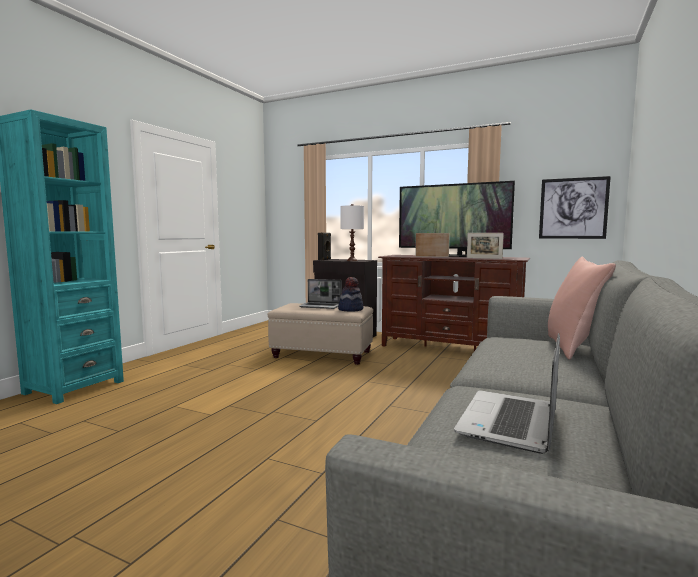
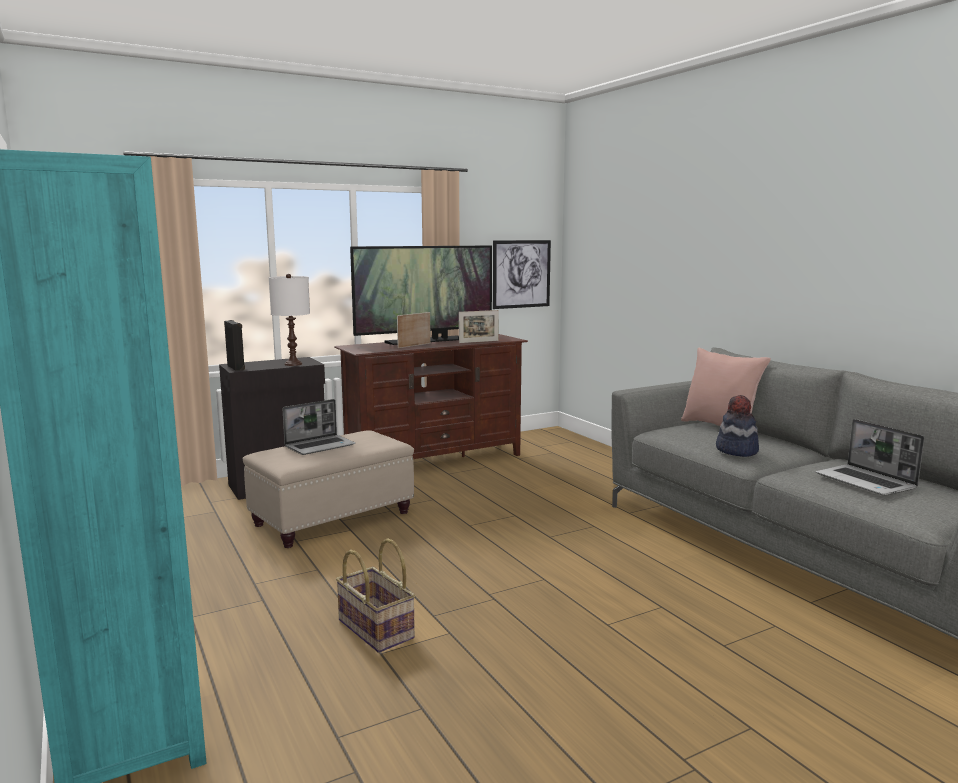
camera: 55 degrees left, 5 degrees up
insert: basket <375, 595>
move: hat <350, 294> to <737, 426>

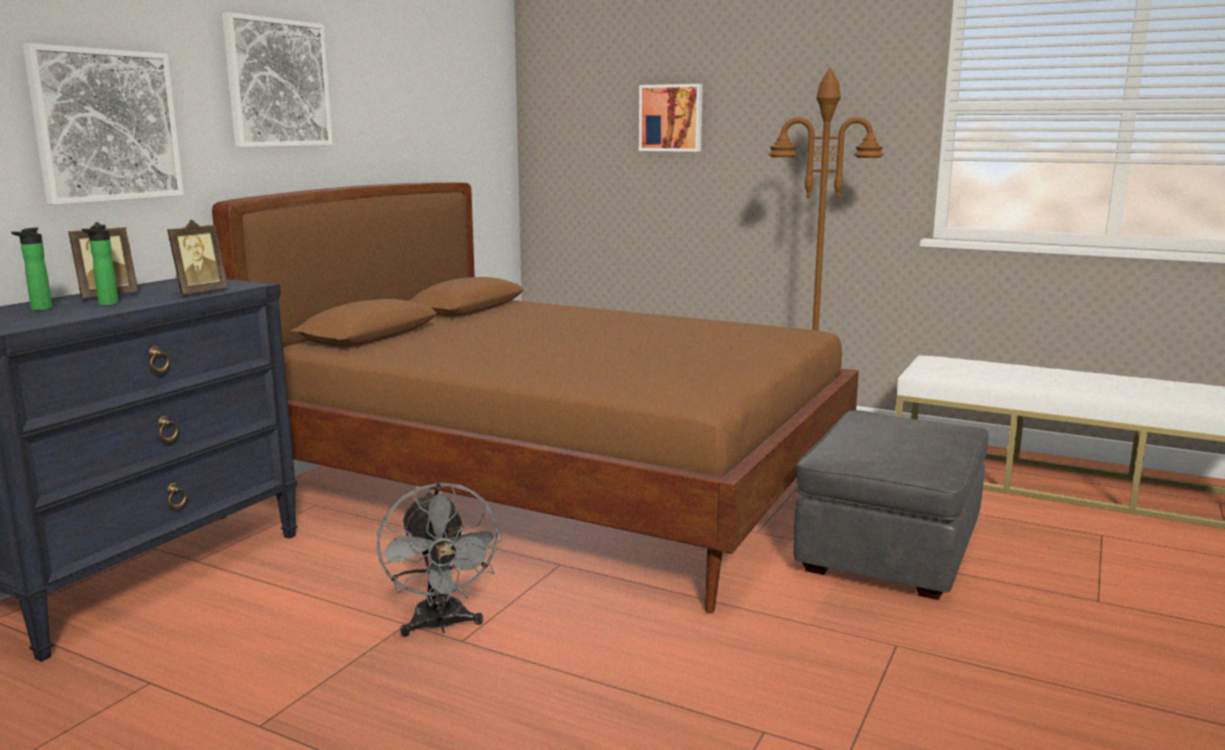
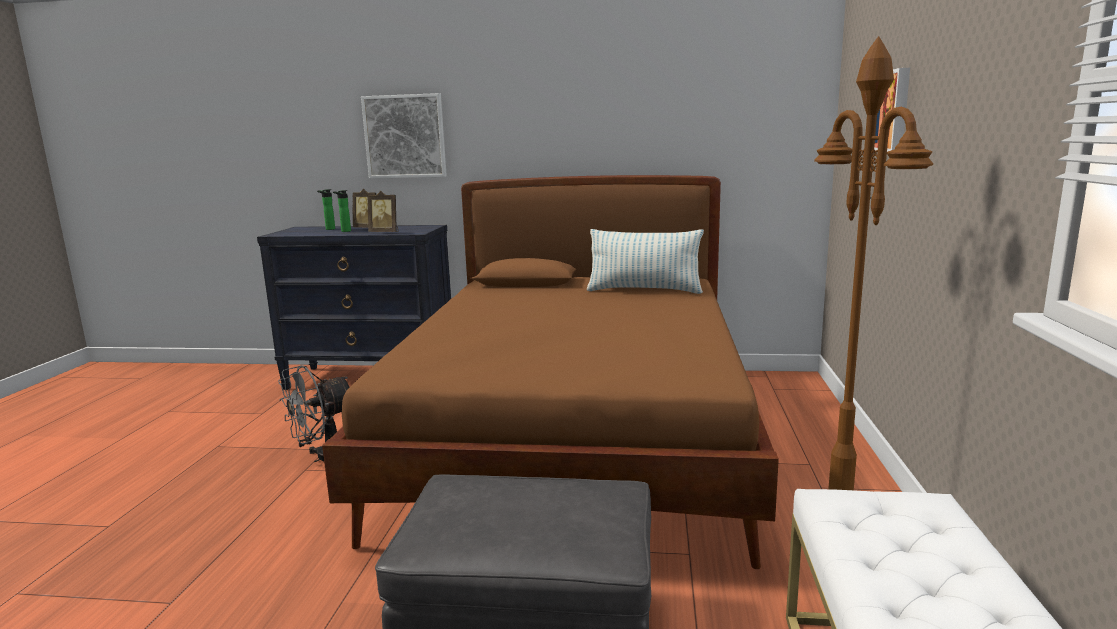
camera: 70 degrees right, 0 degrees up
delete: picture <277, 79>
insert: pillow <645, 261>

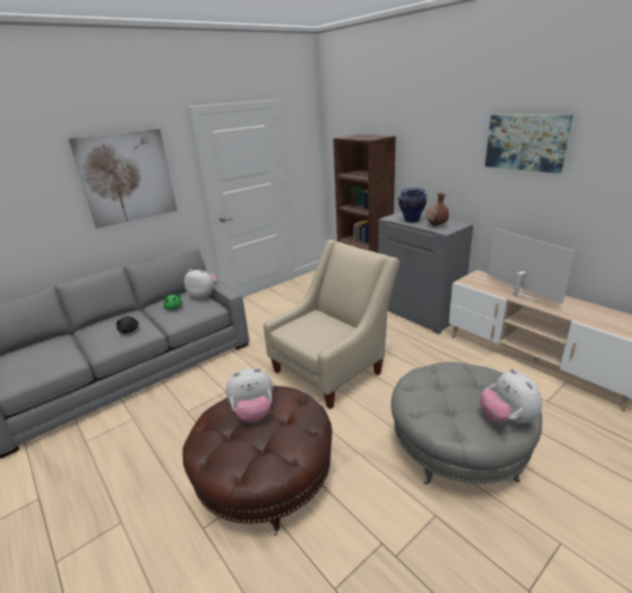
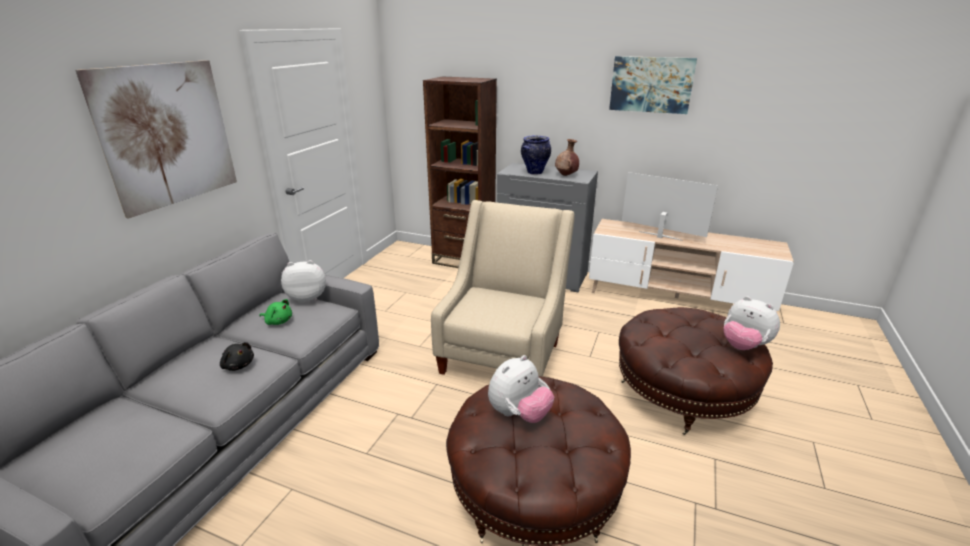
camera: 30 degrees left, 0 degrees up
recolor: grey ottoman <466, 423> to brown ottoman <696, 371>

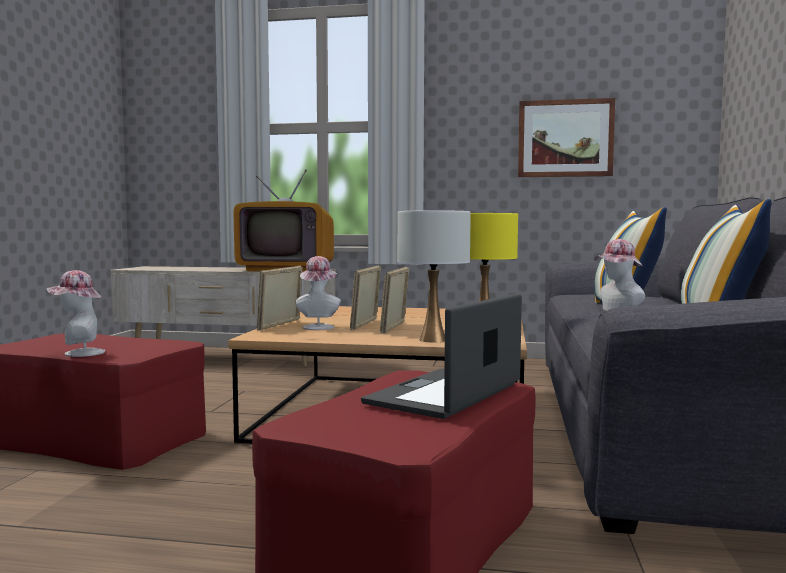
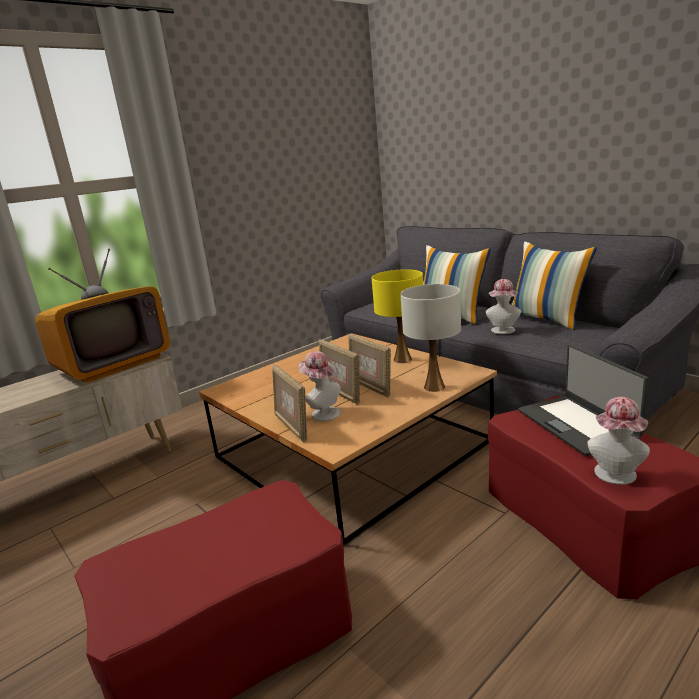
camera: 50 degrees left, 15 degrees up
delete: picture <566, 137>
move: hat <75, 313> to <619, 441>

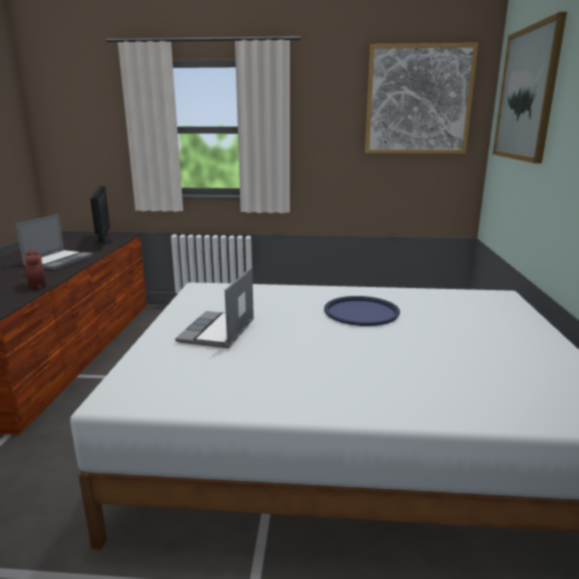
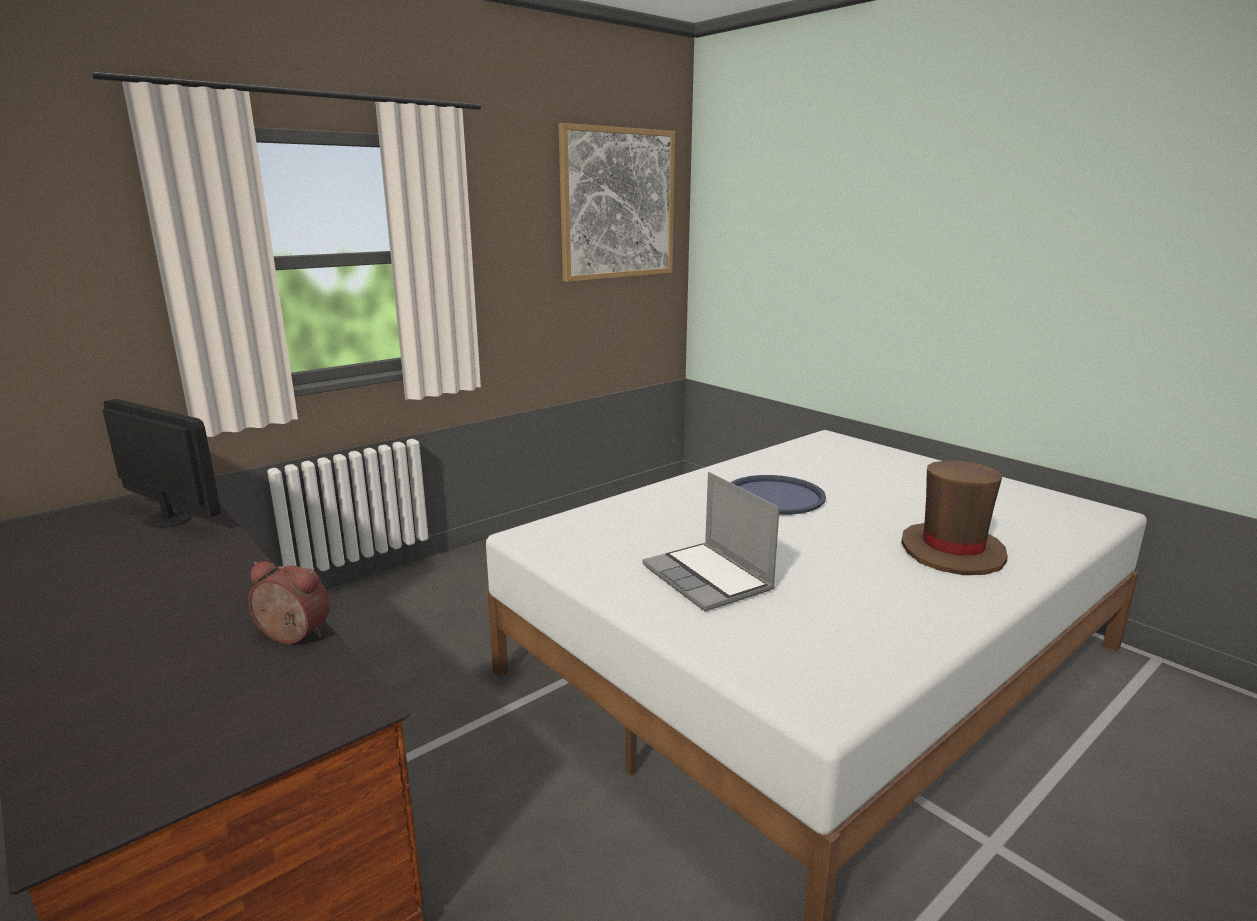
camera: 45 degrees left, 0 degrees up
delete: laptop <54, 242>; picture <530, 88>
insert: brown hat <954, 518>

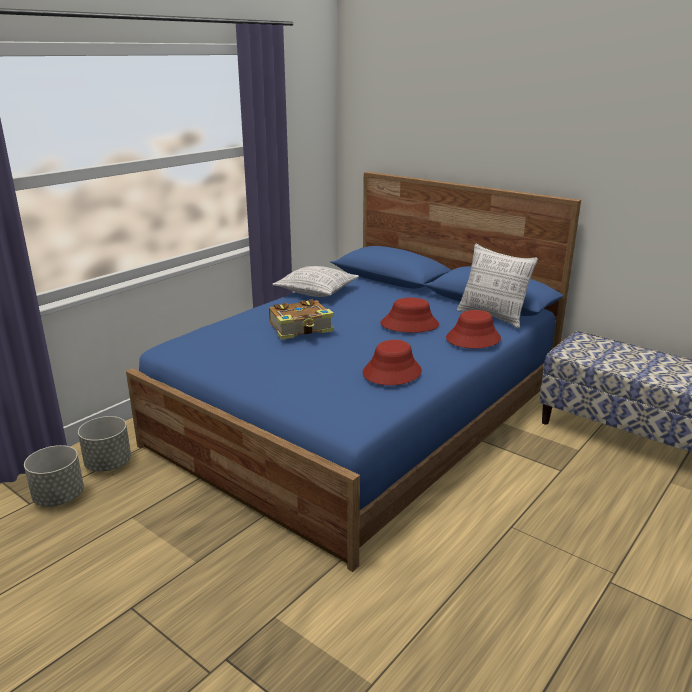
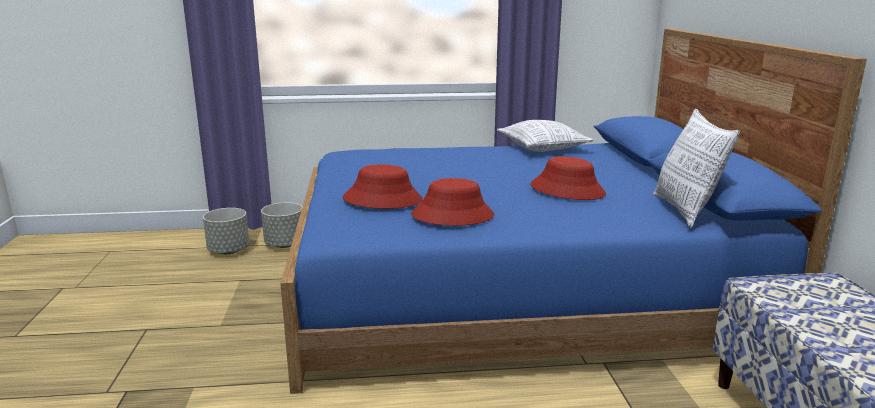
camera: 45 degrees right, 5 degrees down
delete: book <301, 319>
move: red hat <473, 329> to <383, 186>

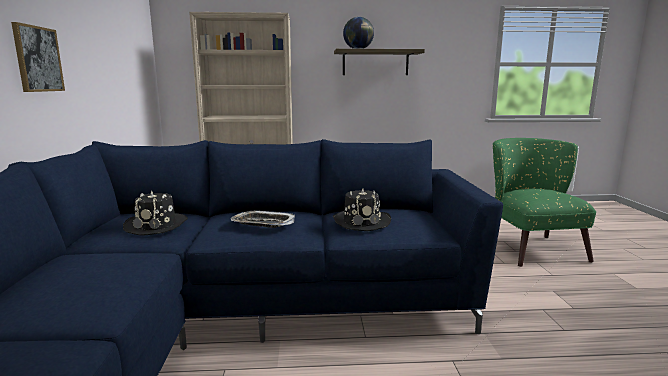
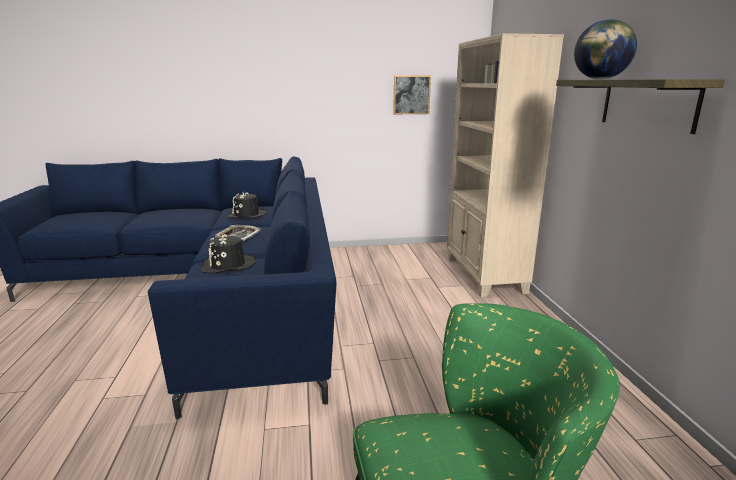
camera: 85 degrees right, 5 degrees up
move: picture <38, 57> to <412, 95>

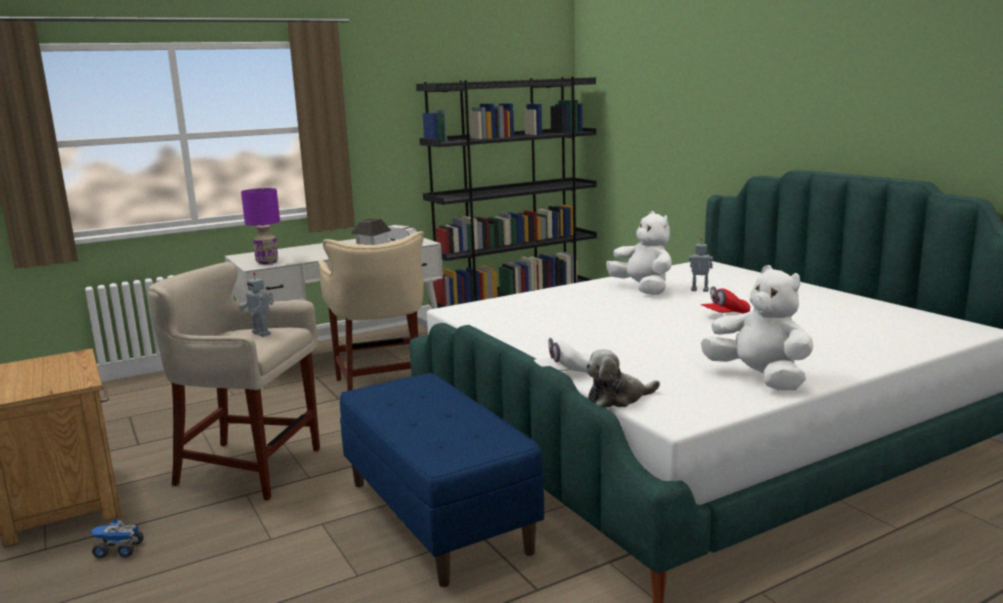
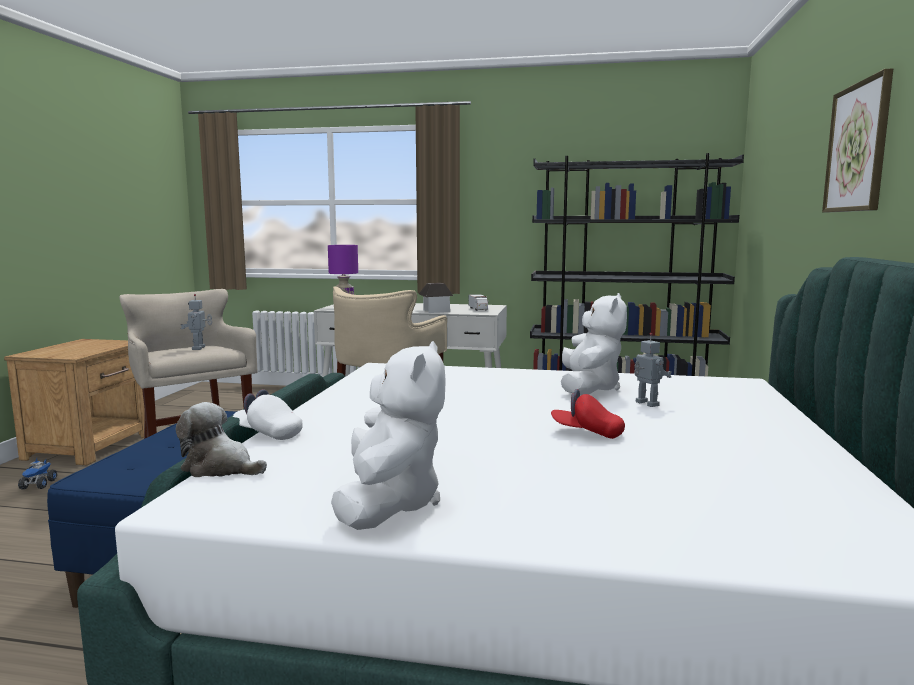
camera: 40 degrees right, 5 degrees down
insert: picture <857, 140>
rotate: toy truck <117, 538> = <37, 474> 135 degrees counterclockwise

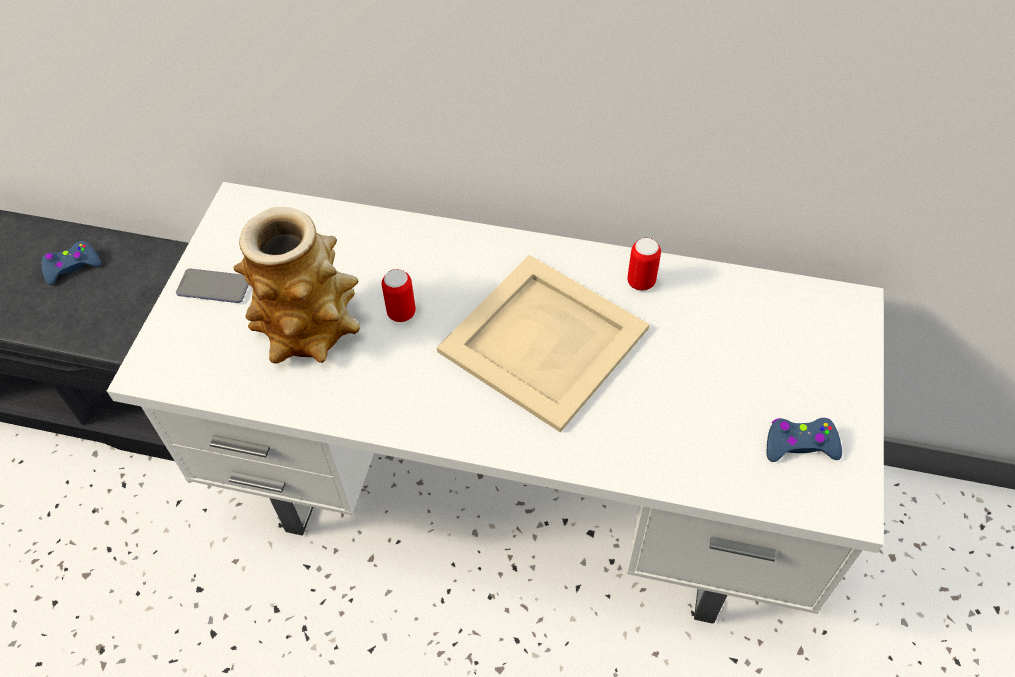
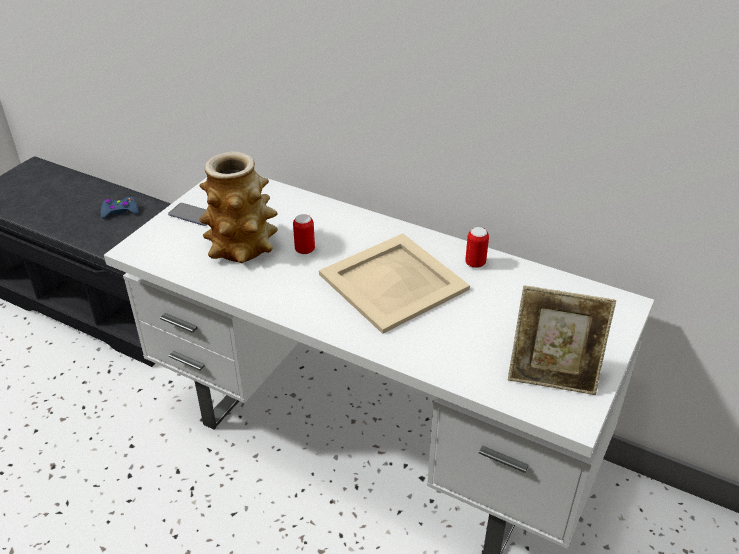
camera: 15 degrees right, 15 degrees down
replace: blue game controller <804, 440> to picture frame <562, 340>

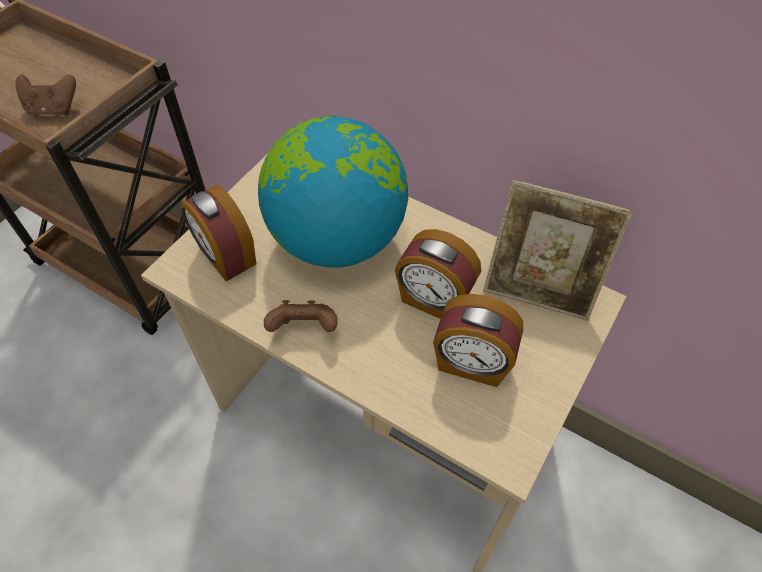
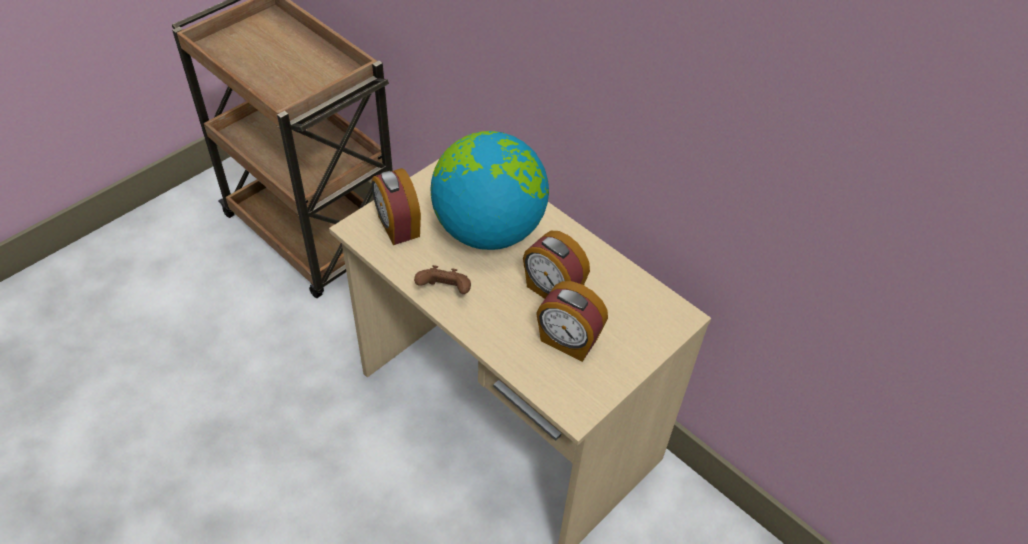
camera: 10 degrees right, 5 degrees down
delete: brown game controller <45, 95>; picture frame <558, 250>

